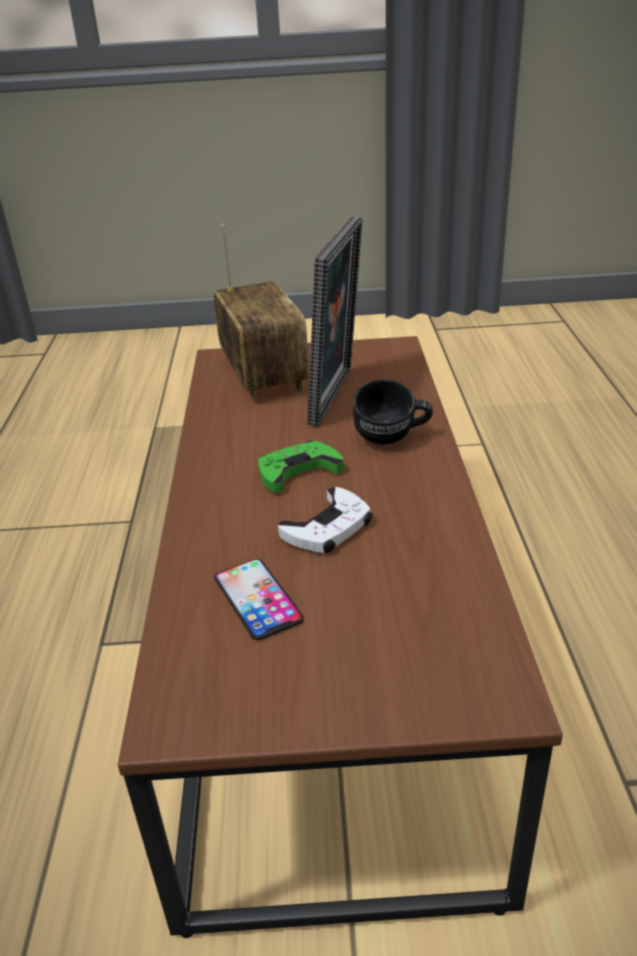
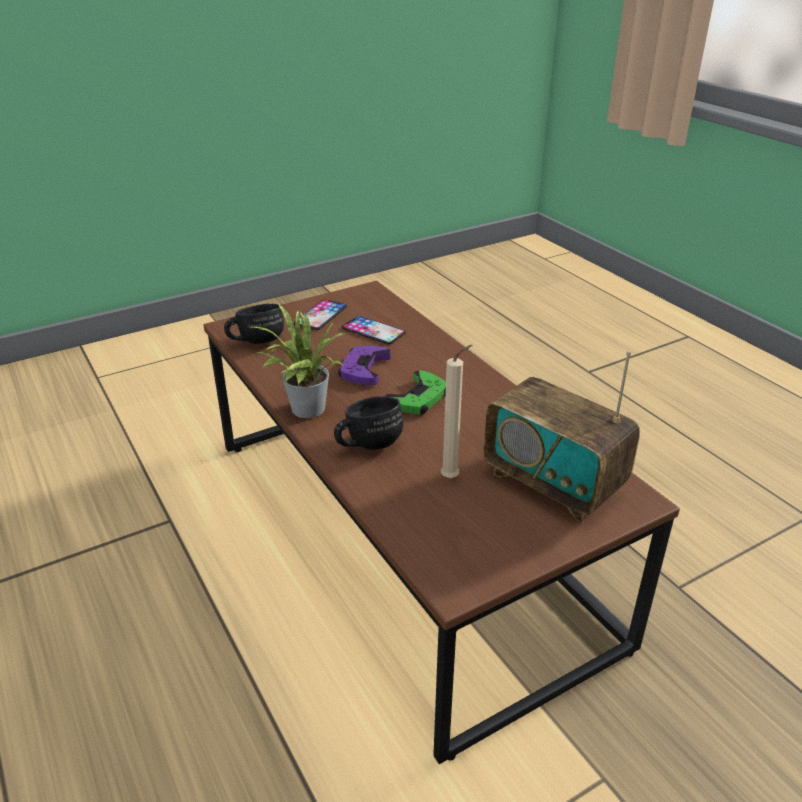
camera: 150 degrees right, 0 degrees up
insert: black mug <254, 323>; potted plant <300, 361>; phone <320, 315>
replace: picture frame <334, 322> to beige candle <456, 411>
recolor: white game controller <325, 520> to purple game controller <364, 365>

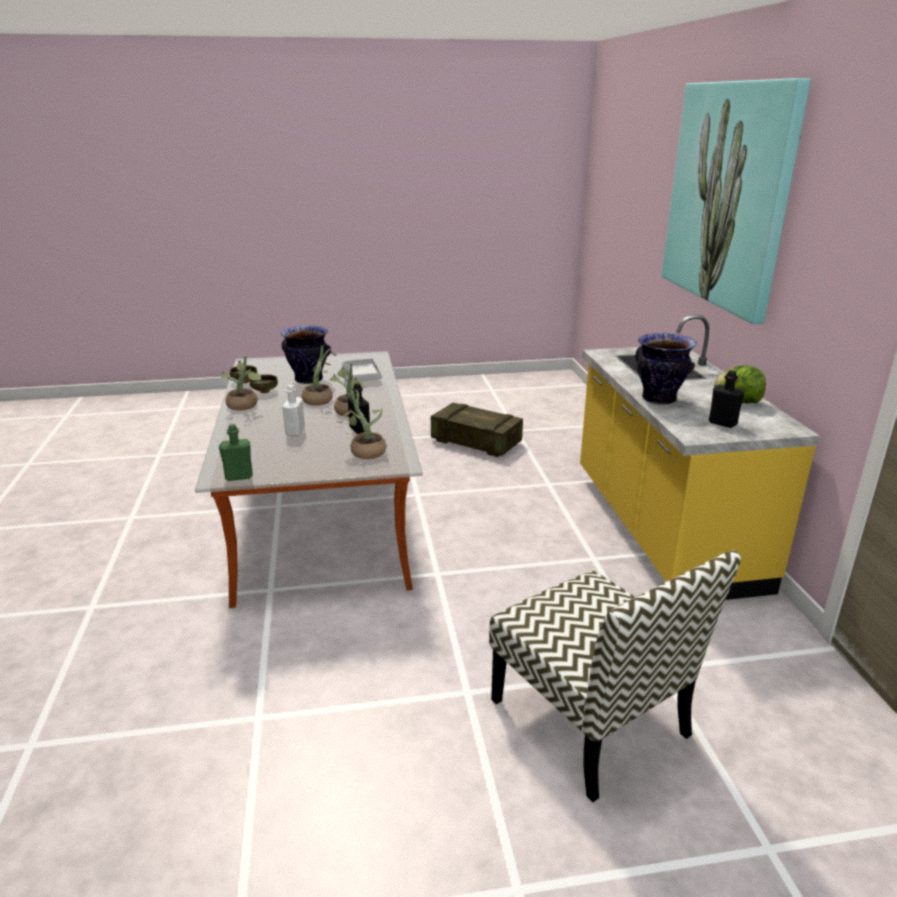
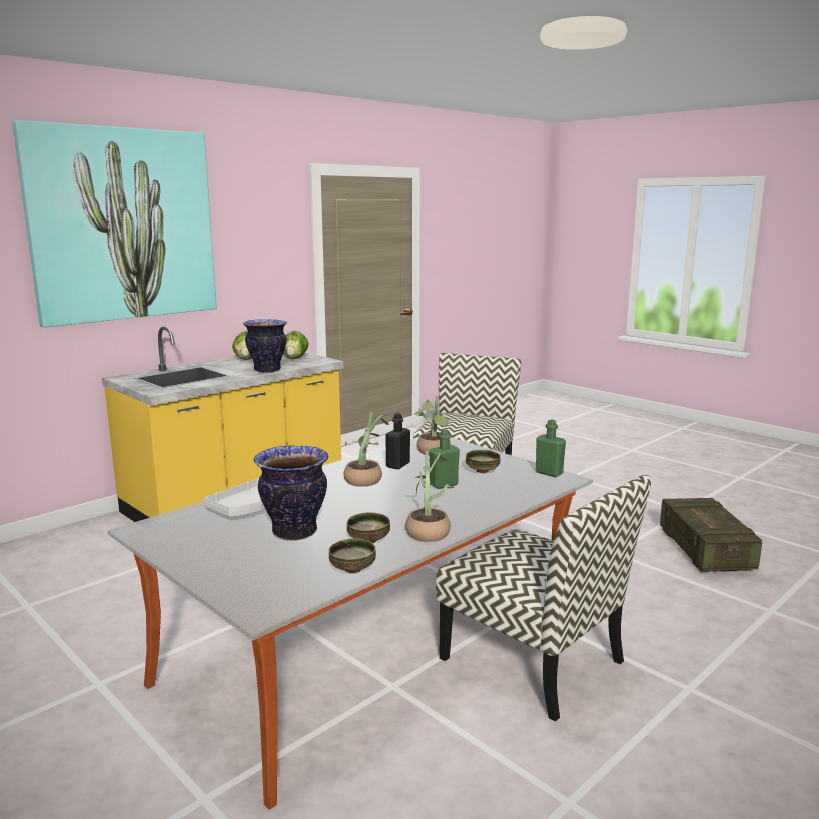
camera: 125 degrees left, 10 degrees down
delete: potted plant <319, 375>
insert: chair <543, 598>; bowl <483, 461>
move: crate <477, 429> to <711, 535>
replace: black bottle <726, 399> to lettuce <296, 345>
recolor: white bottle <293, 410> to green bottle <444, 459>

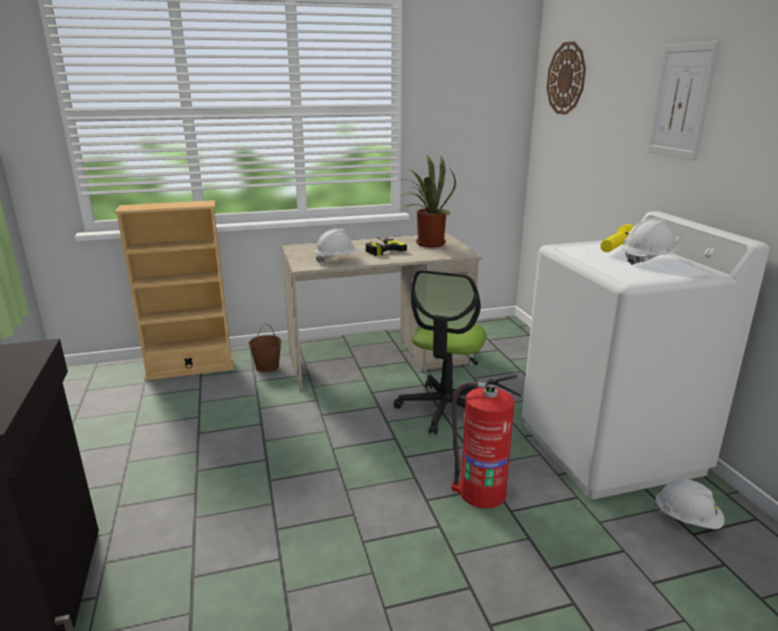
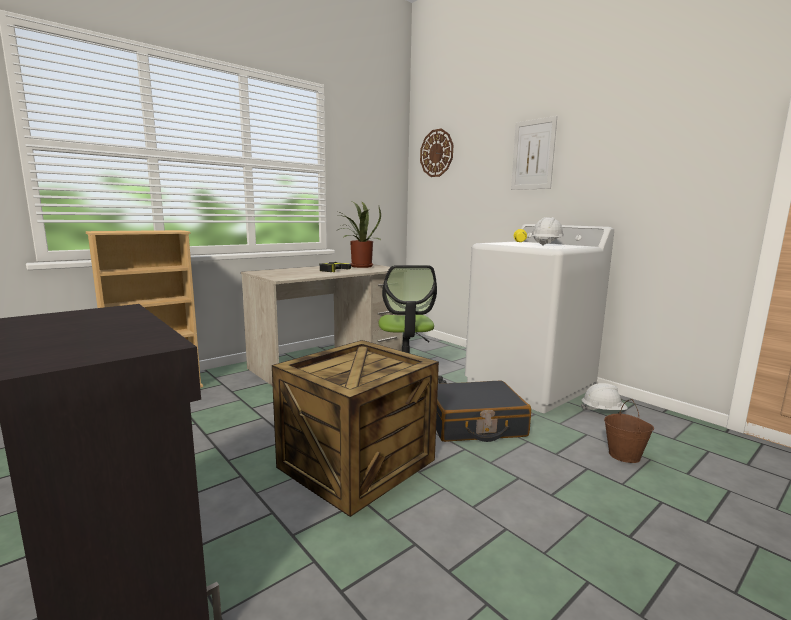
camera: 25 degrees left, 10 degrees down
delete: white hard hat <337, 245>
insert: crate <355, 428>
move: brown bucket <265, 348> to <629, 431>
replace: fire extinguisher <486, 441> to black suitcase <483, 411>

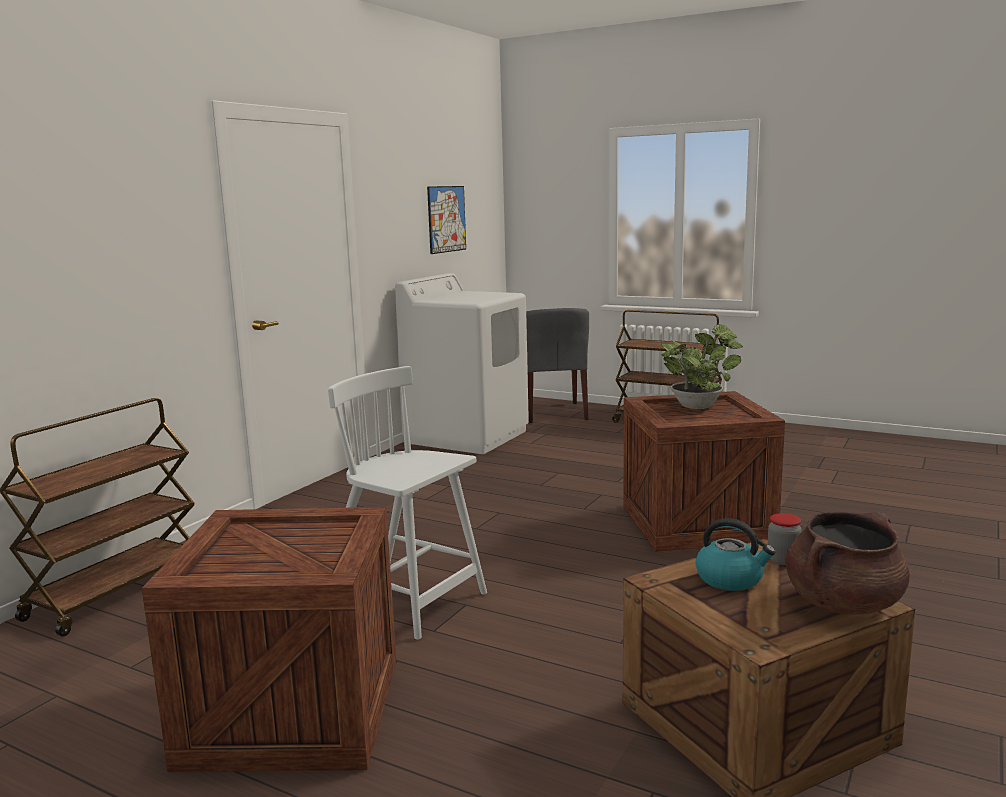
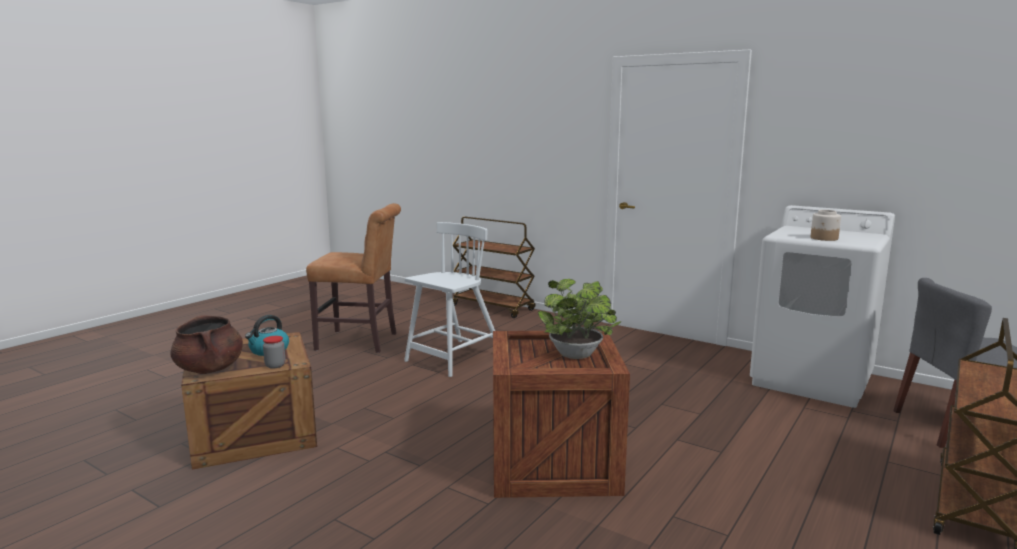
camera: 95 degrees right, 0 degrees up
delete: picture <446, 220>
insert: jar <826, 225>
replace: crate <269, 639> to brown chair <353, 278>

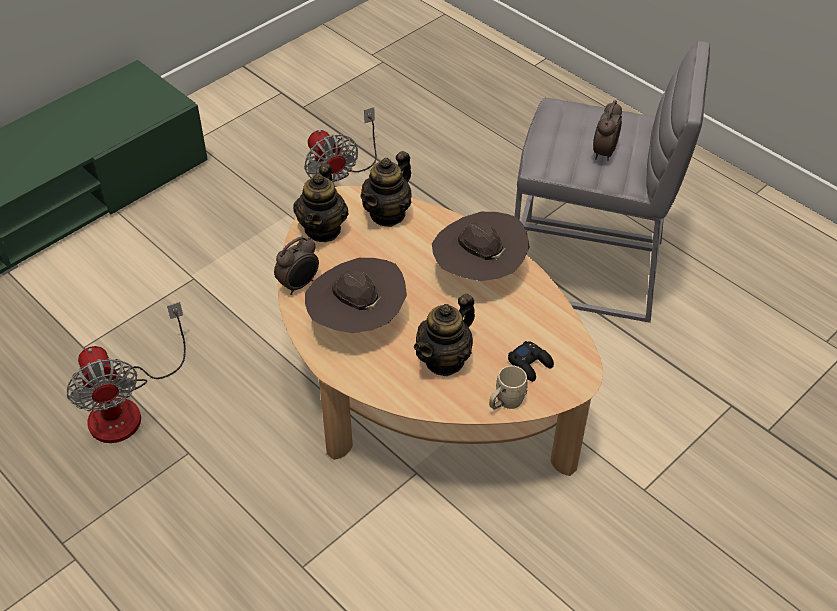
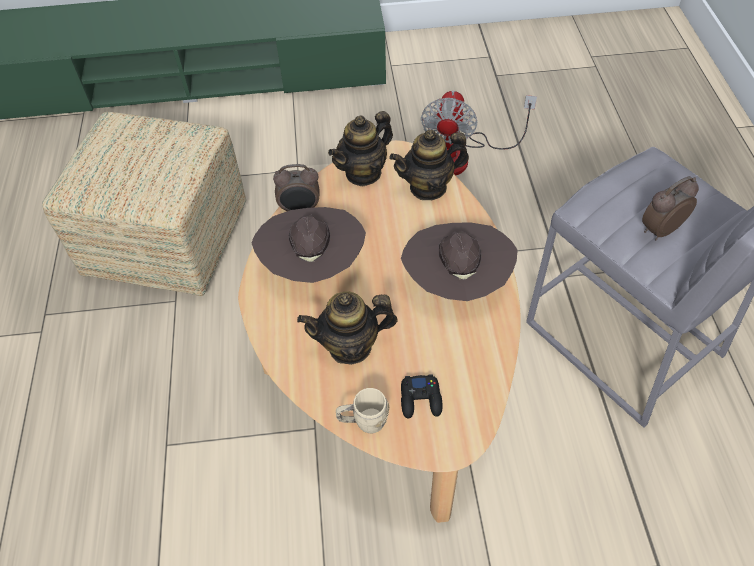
camera: 40 degrees right, 5 degrees up
replace: fan <126, 372> to ottoman <144, 204>

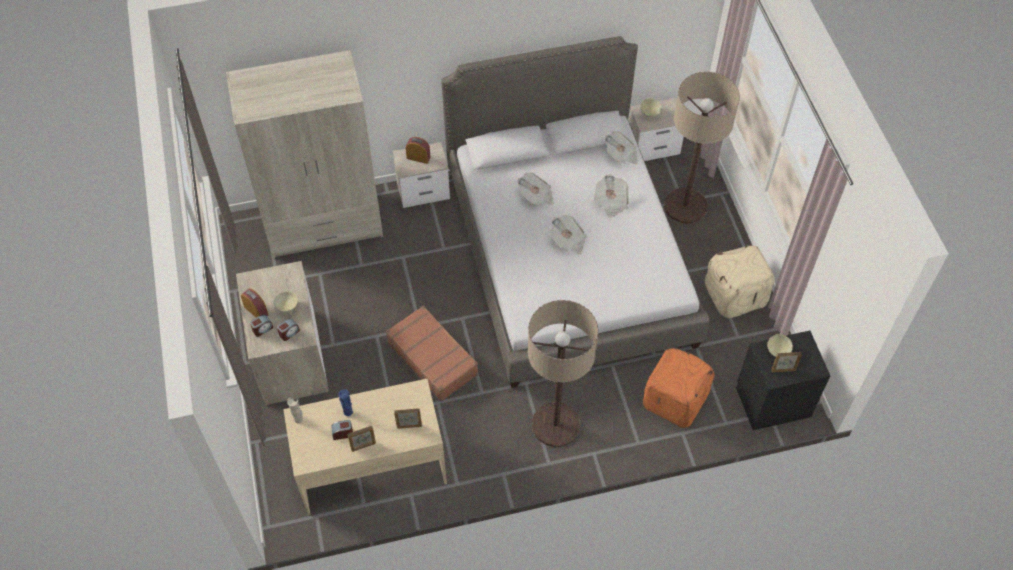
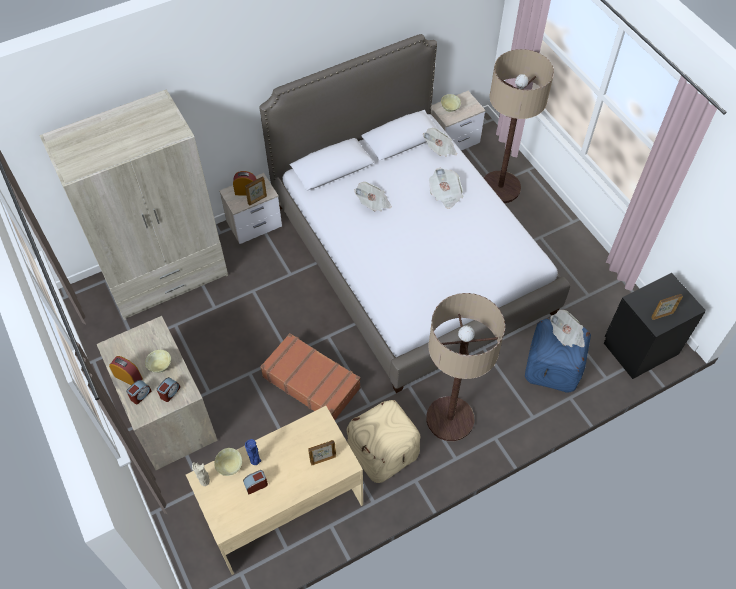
camera: 15 degrees left, 0 degrees up
move: picture frame <361, 439> to <256, 191>; newspaper <568, 234> to <567, 328>; beige ottoman <740, 282> to <383, 441>; beige bowl <780, 345> to <228, 462>
recolor: orange ottoman <679, 388> to blue ottoman <558, 356>

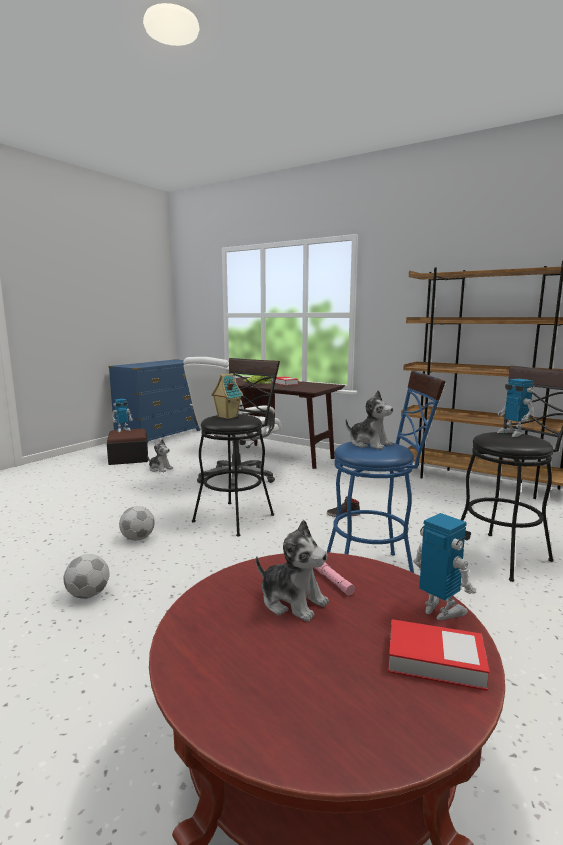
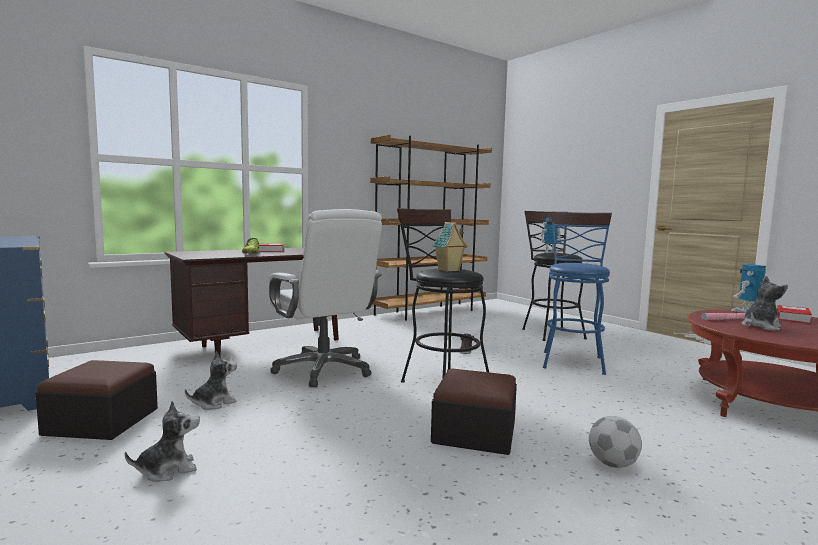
camera: 70 degrees left, 5 degrees down
delete: toy robot <122, 415>
move: plush toy <369, 420> to <162, 441>
replace: football <137, 523> to ottoman <474, 412>

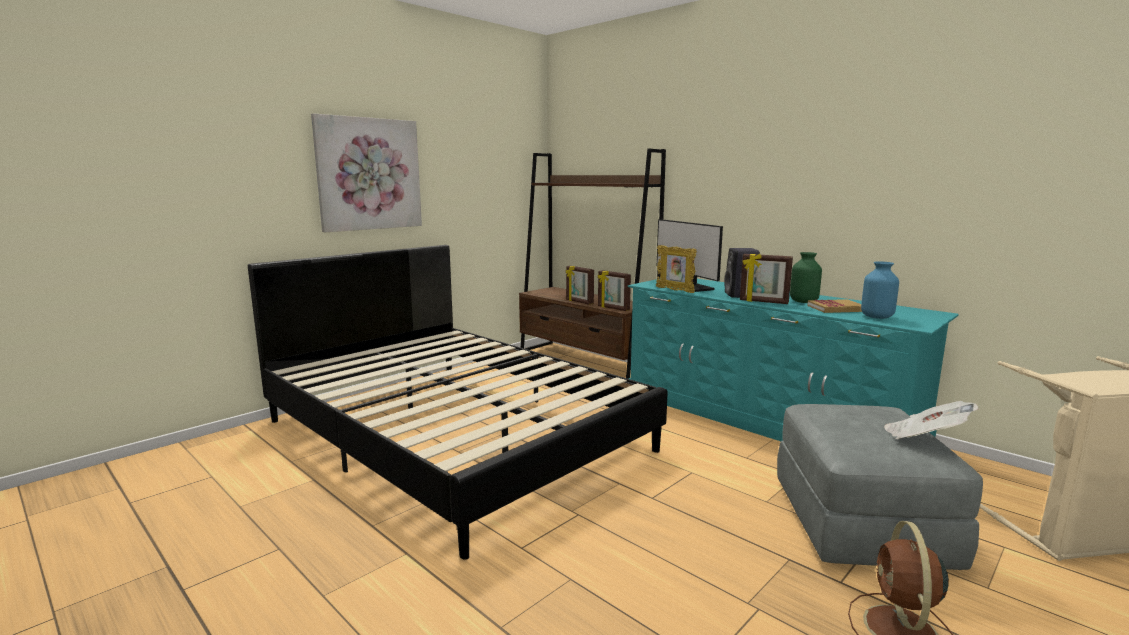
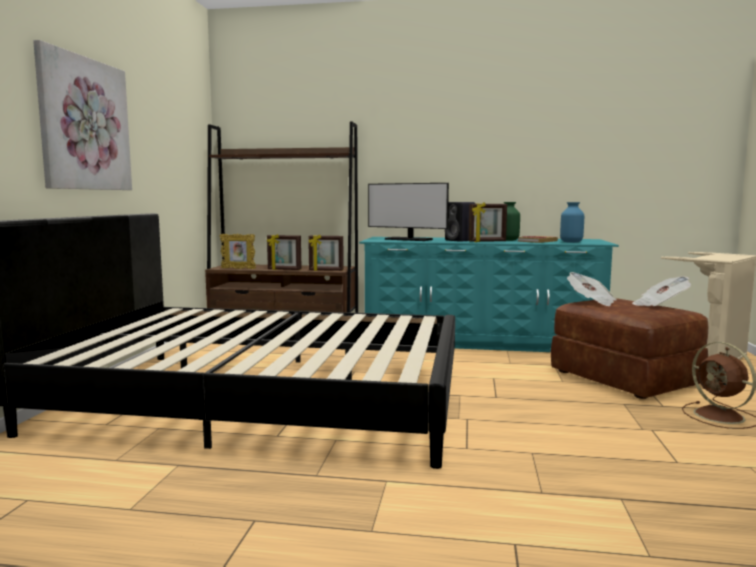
camera: 35 degrees left, 5 degrees down
insert: newspaper <592, 289>
move: picture frame <676, 269> to <238, 251>
recolor: grey ottoman <880, 487> to brown ottoman <629, 348>

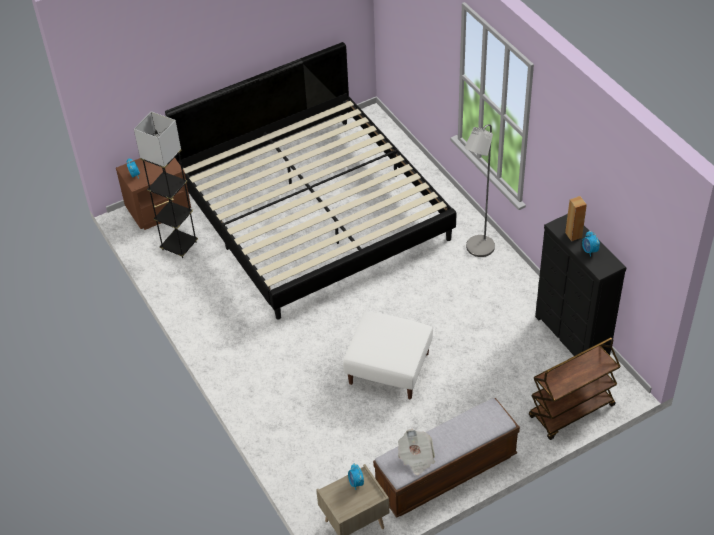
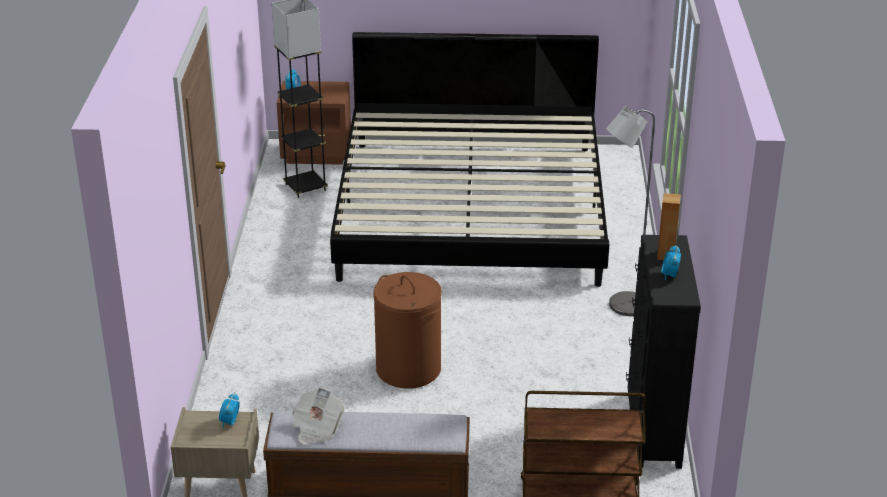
camera: 30 degrees right, 15 degrees down
replace: white ottoman <388, 355> to brown laundry basket <407, 330>

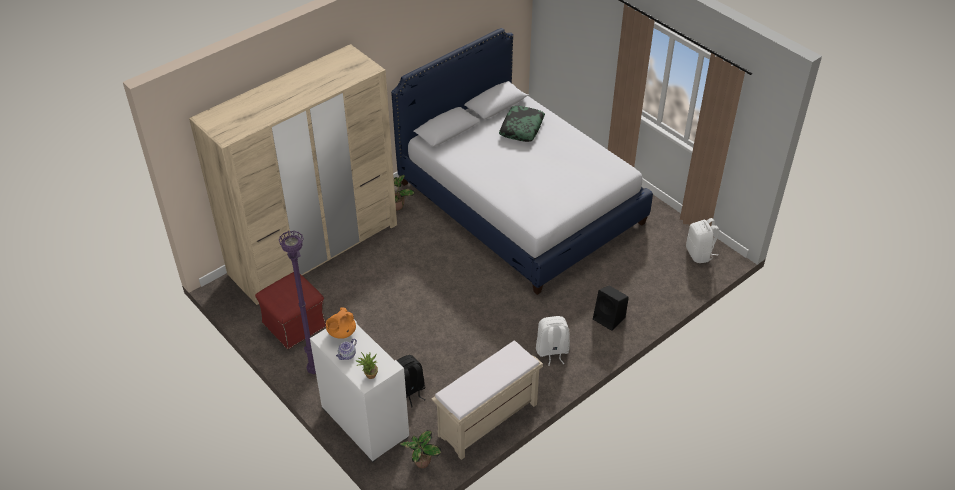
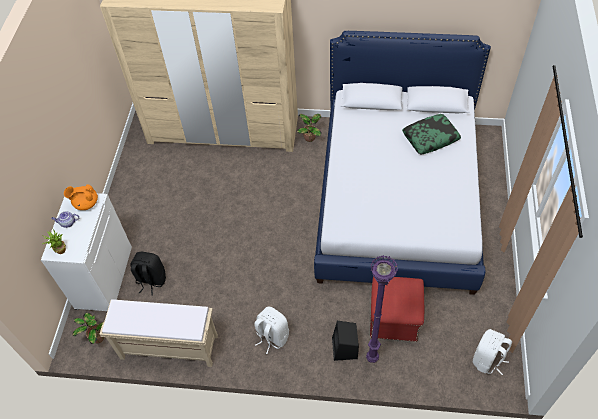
camera: 50 degrees right, 10 degrees up
move: red ottoman <290, 311> to <397, 309>; purple floor lamp <297, 302> to <382, 309>

